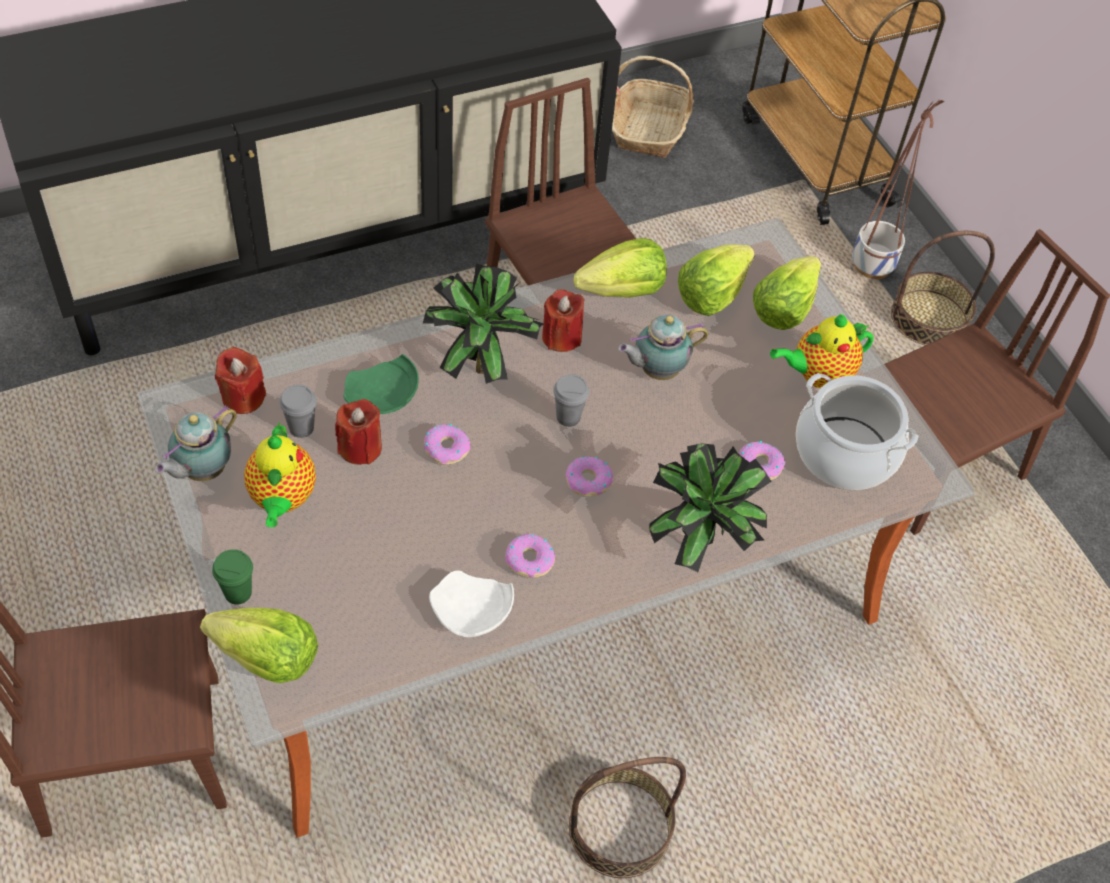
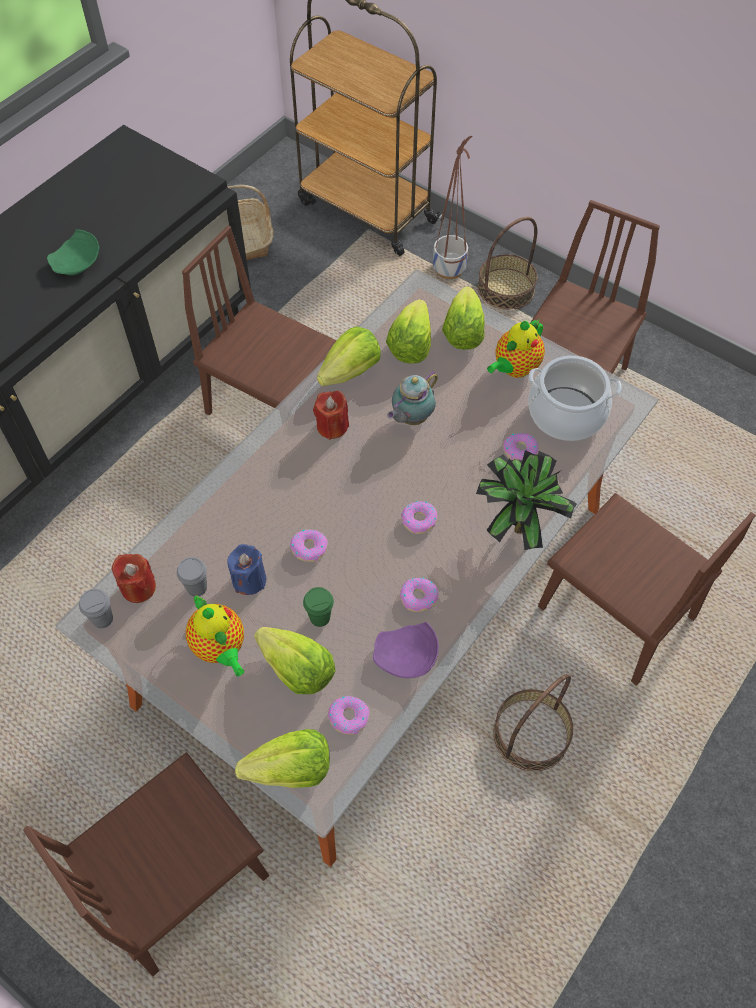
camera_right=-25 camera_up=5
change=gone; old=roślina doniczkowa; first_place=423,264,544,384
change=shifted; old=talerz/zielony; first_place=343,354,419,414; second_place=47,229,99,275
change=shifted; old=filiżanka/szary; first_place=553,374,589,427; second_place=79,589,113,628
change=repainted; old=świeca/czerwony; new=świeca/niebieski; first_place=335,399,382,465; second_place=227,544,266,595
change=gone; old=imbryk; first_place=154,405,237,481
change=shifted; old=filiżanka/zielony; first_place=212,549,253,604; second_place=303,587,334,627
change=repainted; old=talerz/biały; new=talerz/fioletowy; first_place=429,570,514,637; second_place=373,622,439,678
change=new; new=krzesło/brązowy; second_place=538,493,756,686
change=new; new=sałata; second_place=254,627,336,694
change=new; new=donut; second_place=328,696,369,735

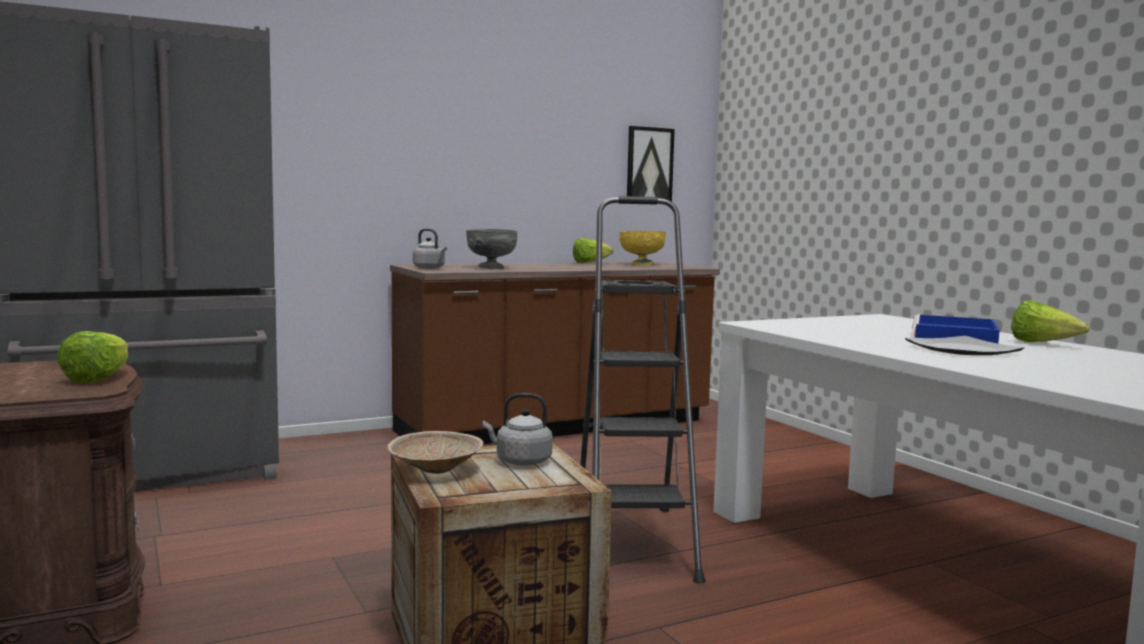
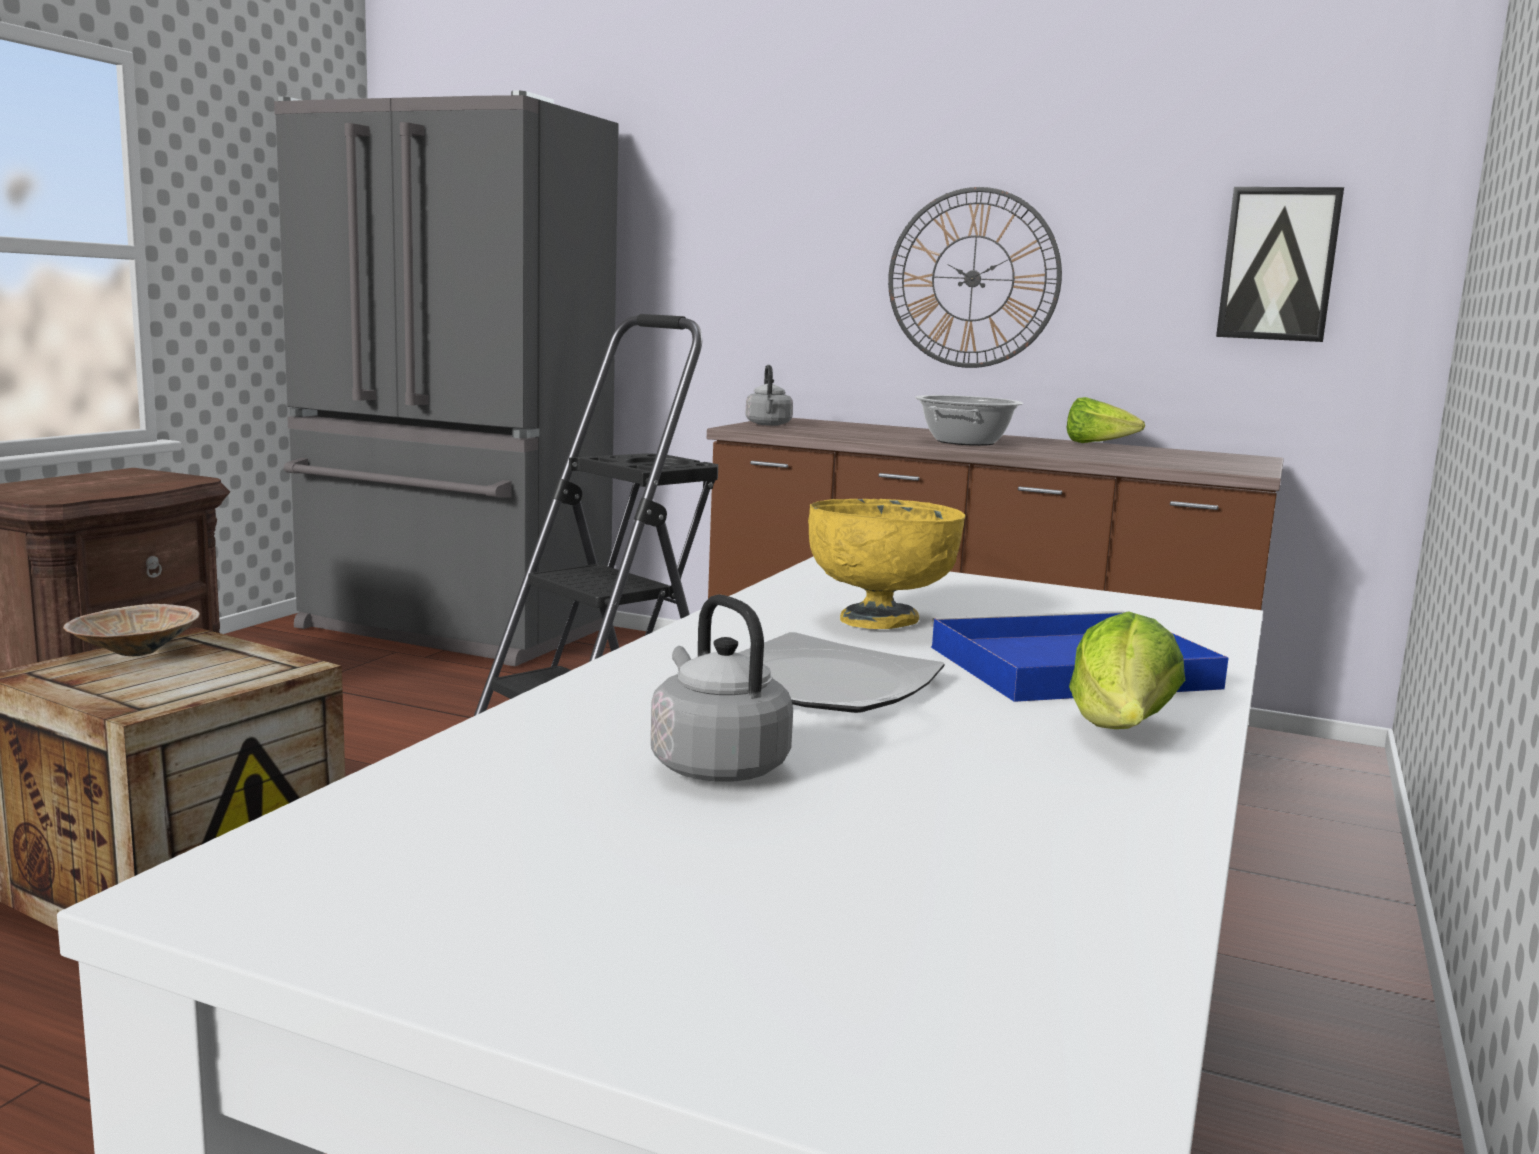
camera_right=50 camera_up=5
change=gone; old=miska/szary; first_place=466,229,517,269
change=shifted; old=miska/żółty; first_place=620,231,666,265; second_place=808,499,965,629
change=gone; old=sałata; first_place=57,331,128,383
change=shifted; old=czajnik/szary; first_place=483,393,553,466; second_place=651,594,793,782
change=new; new=zegar ścienny; second_place=888,187,1062,368
change=new; new=garnek; second_place=915,395,1023,446

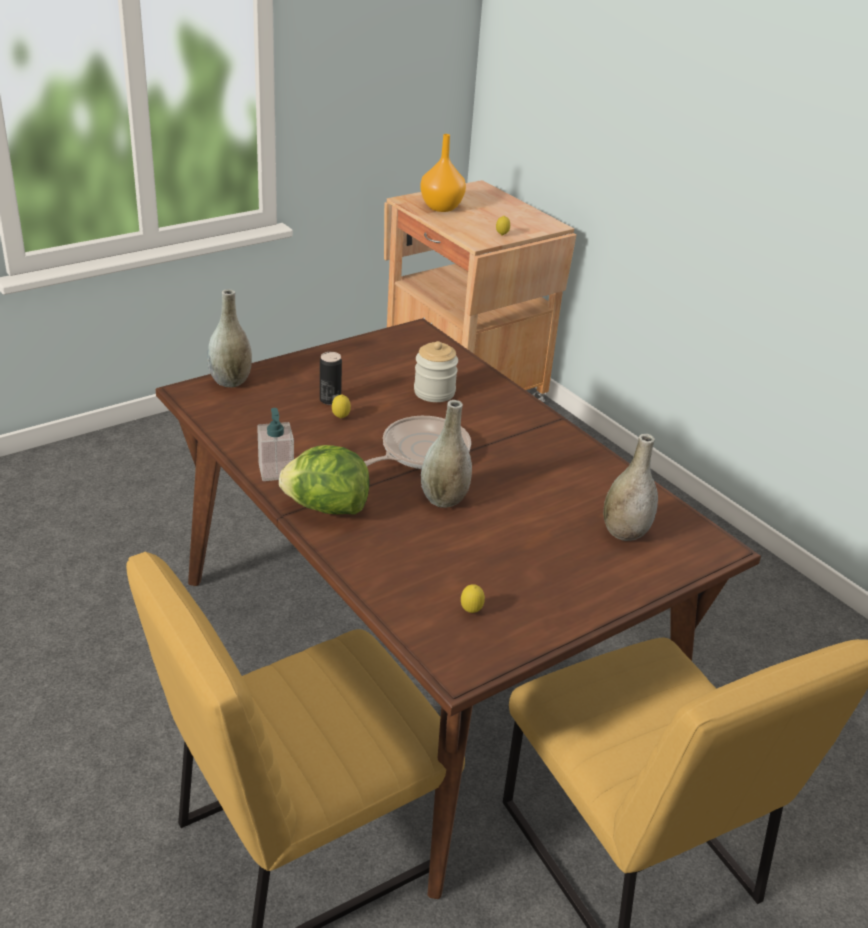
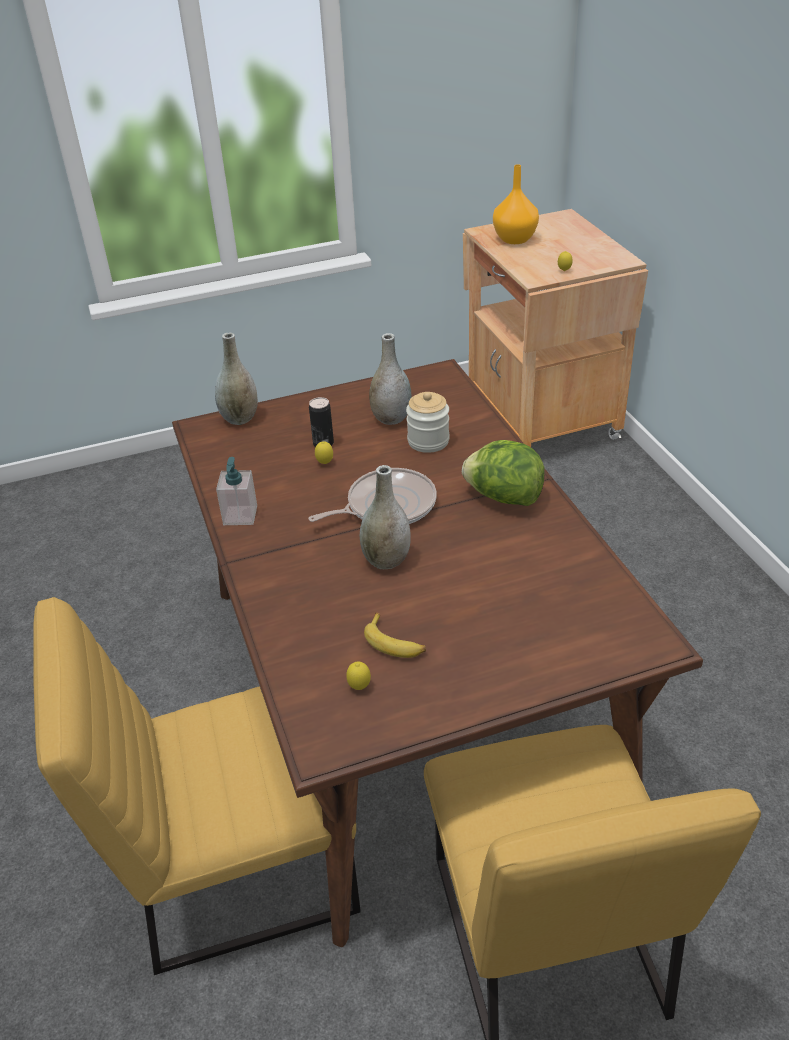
camera_right=20 camera_up=5
change=shifted; old=wazon/szary; first_place=603,434,658,541; second_place=369,333,412,425
change=shifted; old=sałata; first_place=279,445,369,515; second_place=462,440,544,506
change=new; new=banan; second_place=364,613,426,658

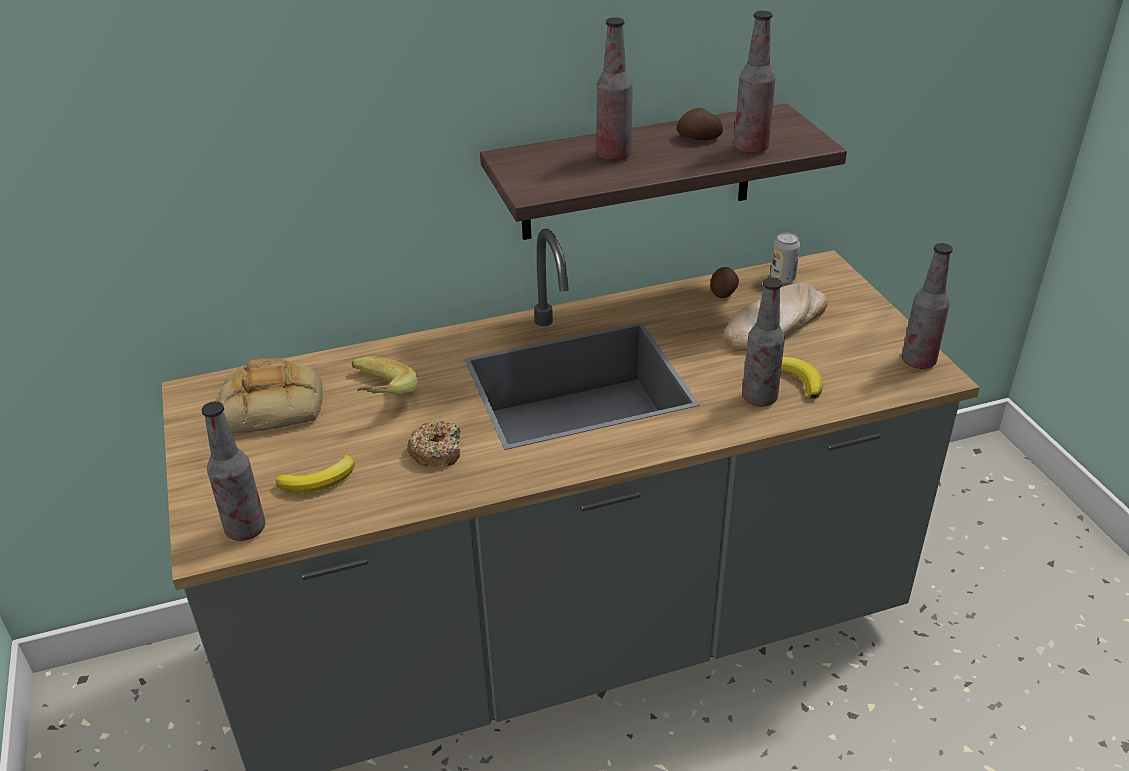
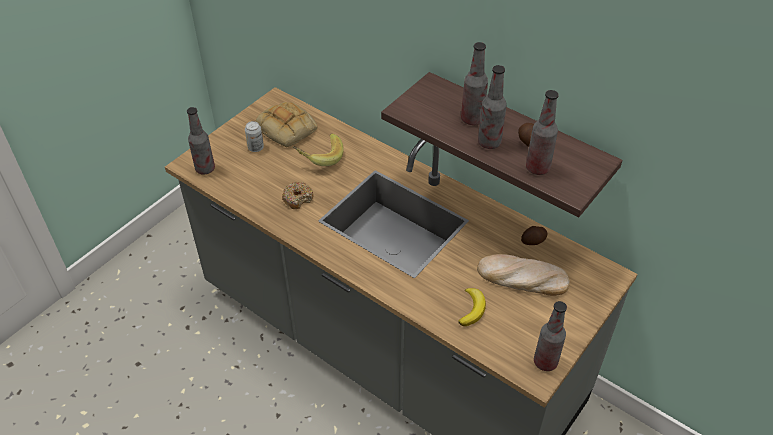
camera_right=55 camera_up=10
change=shifted; old=puszka; first_place=770,233,800,284; second_place=245,121,264,152
change=shifted; old=butelka; first_place=742,278,785,407; second_place=478,65,507,149
change=gone; old=banan; first_place=276,455,355,493

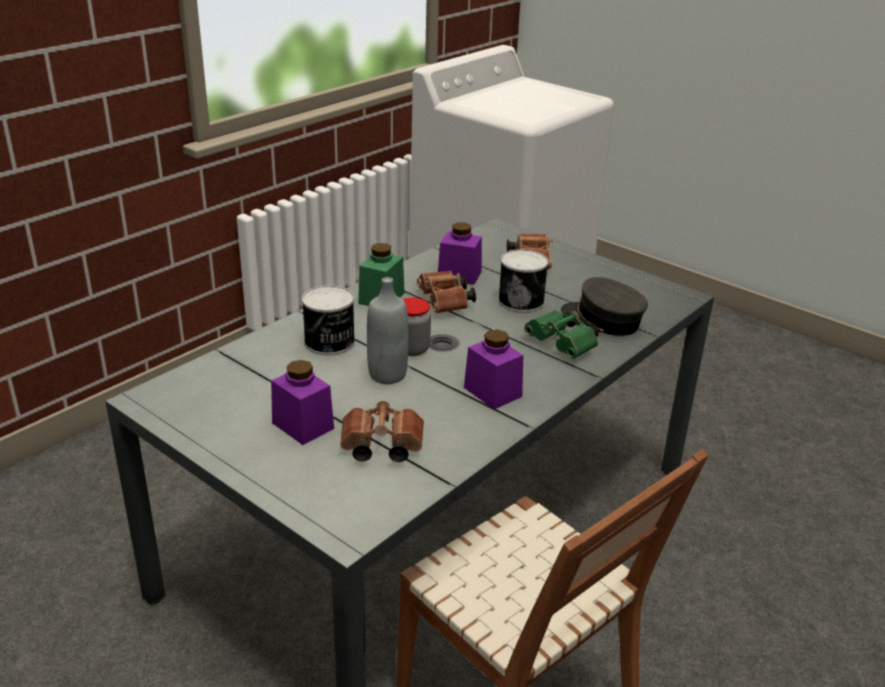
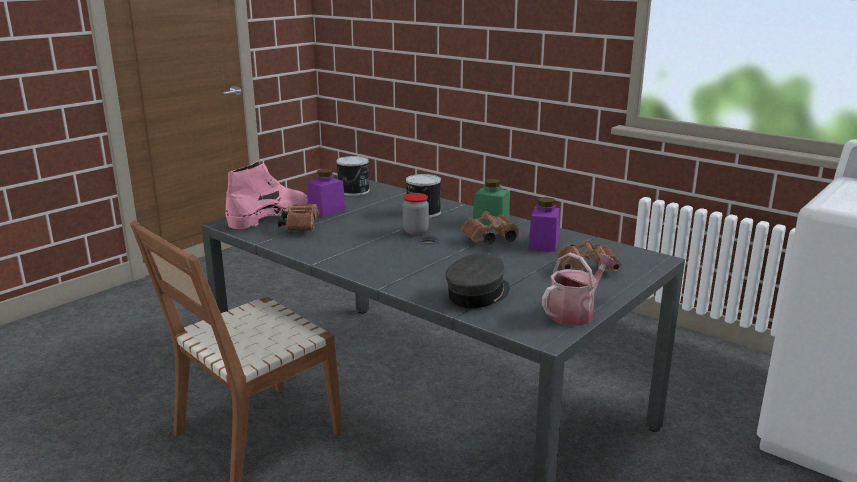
camera_right=90 camera_up=-10
change=shifted; old=puszka; first_place=498,249,548,313; second_place=337,156,370,196
change=gone; old=butelka/szary; first_place=367,277,408,384
change=gone; old=lornetka/zielony; first_place=524,310,598,359
change=gone; old=słoik/fioletowy; first_place=464,329,523,409
change=new; new=but z cholewką/różowy; second_place=226,161,308,229
change=new; new=konewka; second_place=542,253,616,326

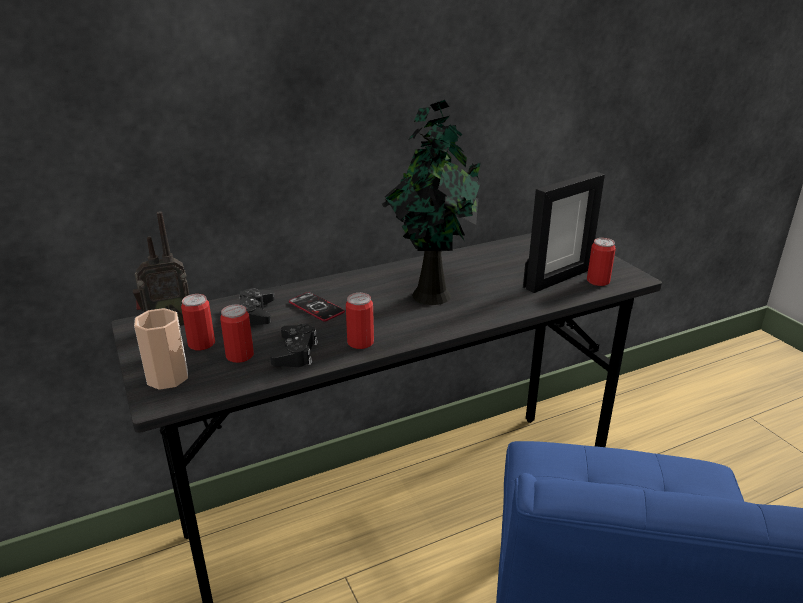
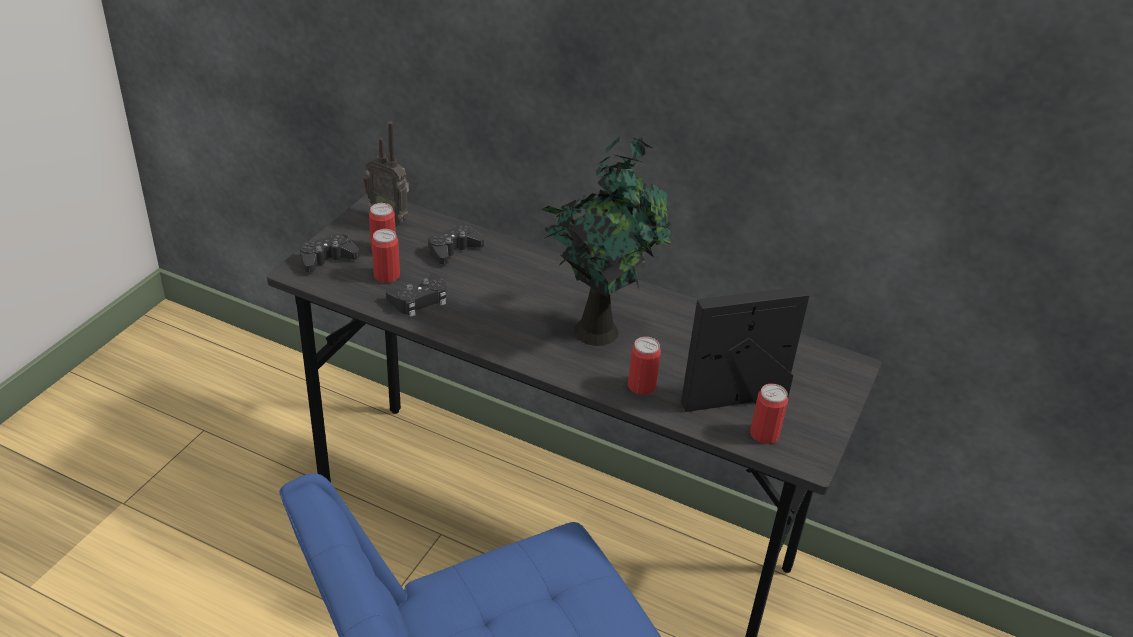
camera_right=50 camera_up=10
change=rotated; old=ramka na zdjęcie; first_place=523,172,605,293; second_place=681,286,810,412; degrees=150
change=gone; old=telefon; first_place=289,292,345,322
change=shifted; old=puszka; first_place=346,293,374,349; second_place=628,337,661,395
change=swapped; old=filiżanka; new=pad do gier/czarny; first_place=134,308,188,390; second_place=300,233,359,273

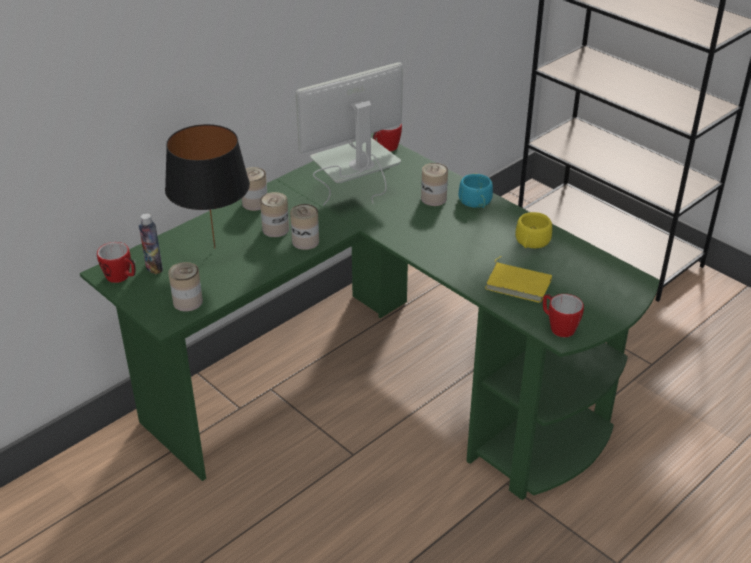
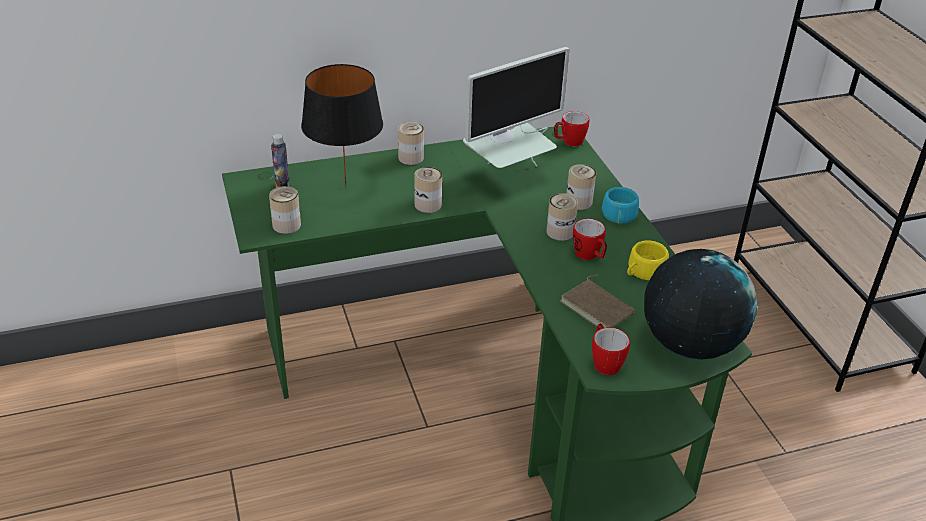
camera_right=25 camera_up=0
change=rotated; old=monitor; first_place=296,62,403,206; second_place=463,47,569,168; degrees=150
change=shifted; old=puszka; first_place=260,192,289,237; second_place=546,193,578,241
change=shifted; old=kubek; first_place=97,242,136,283; second_place=573,219,607,260
change=repainted; old=książka/żółty; new=książka/brązowy; first_place=485,256,552,303; second_place=560,275,635,328
change=new; new=globus; second_place=644,249,757,360

